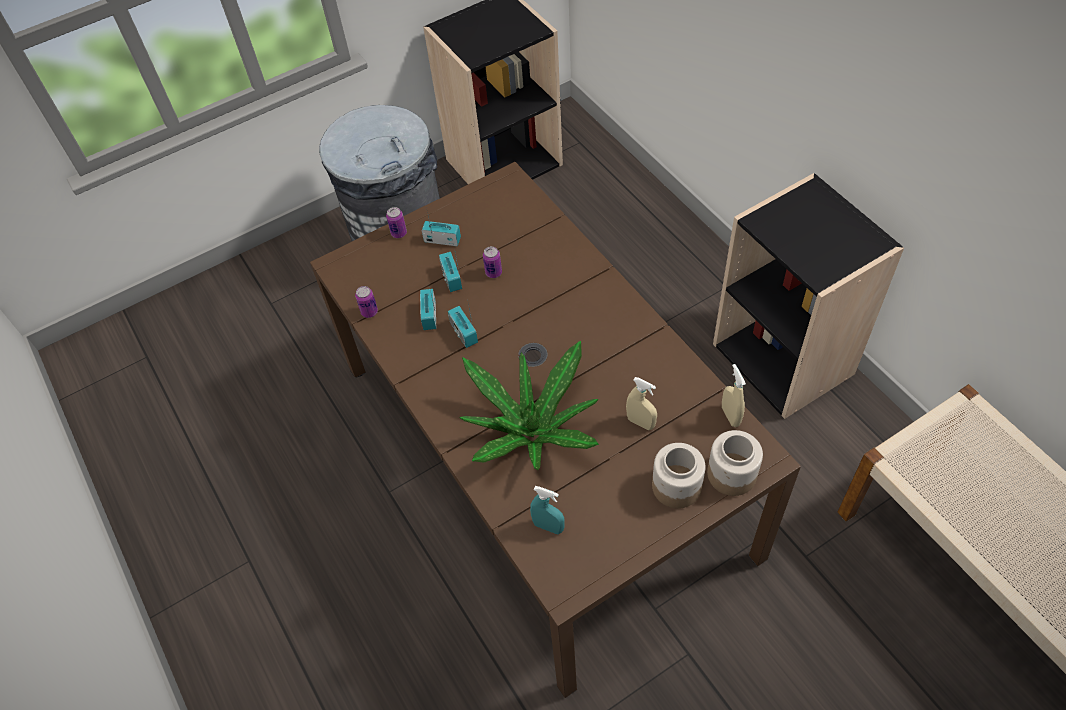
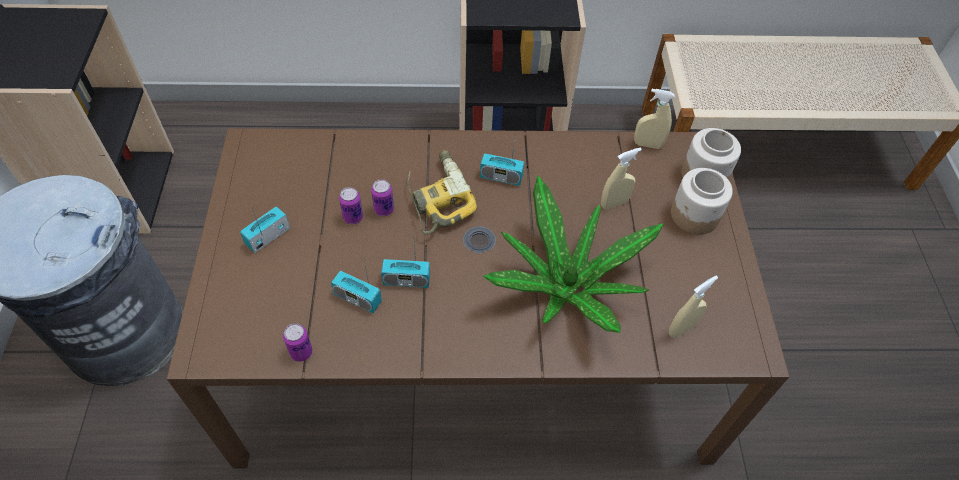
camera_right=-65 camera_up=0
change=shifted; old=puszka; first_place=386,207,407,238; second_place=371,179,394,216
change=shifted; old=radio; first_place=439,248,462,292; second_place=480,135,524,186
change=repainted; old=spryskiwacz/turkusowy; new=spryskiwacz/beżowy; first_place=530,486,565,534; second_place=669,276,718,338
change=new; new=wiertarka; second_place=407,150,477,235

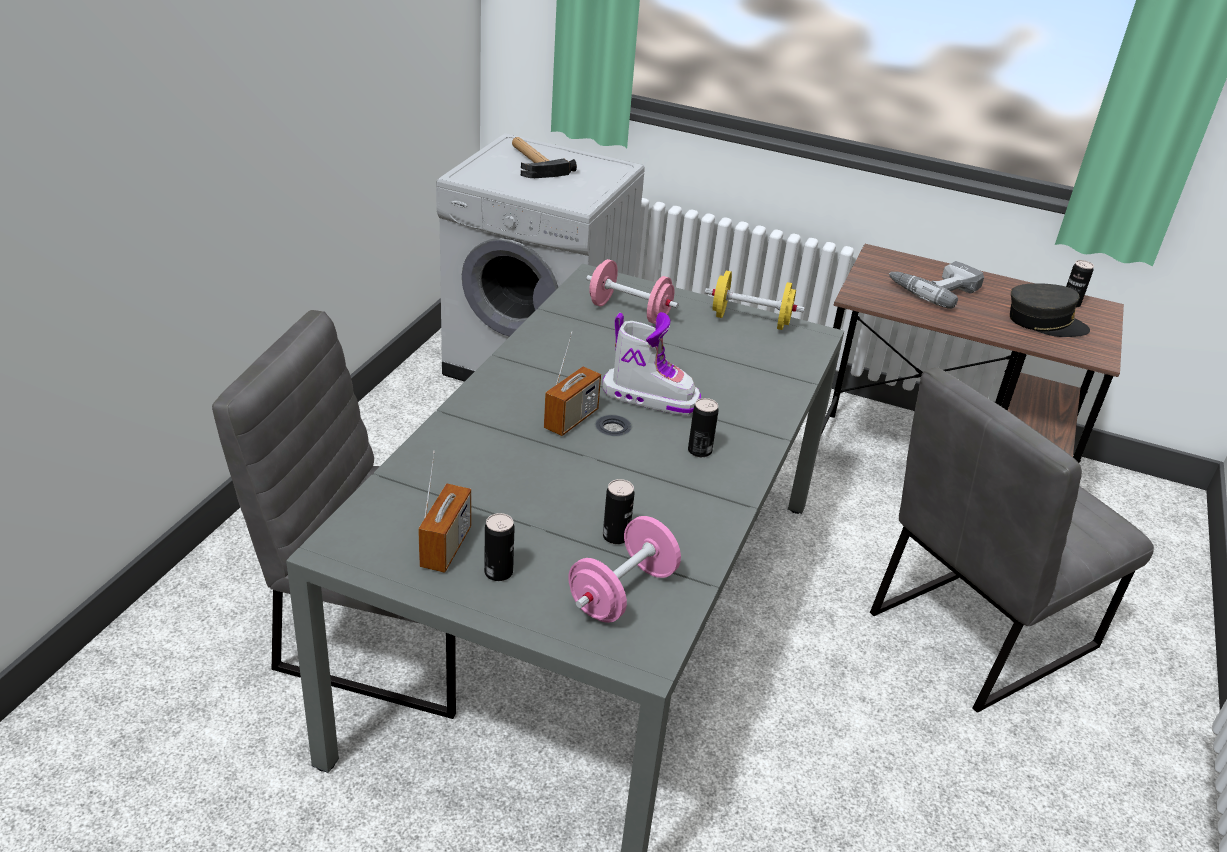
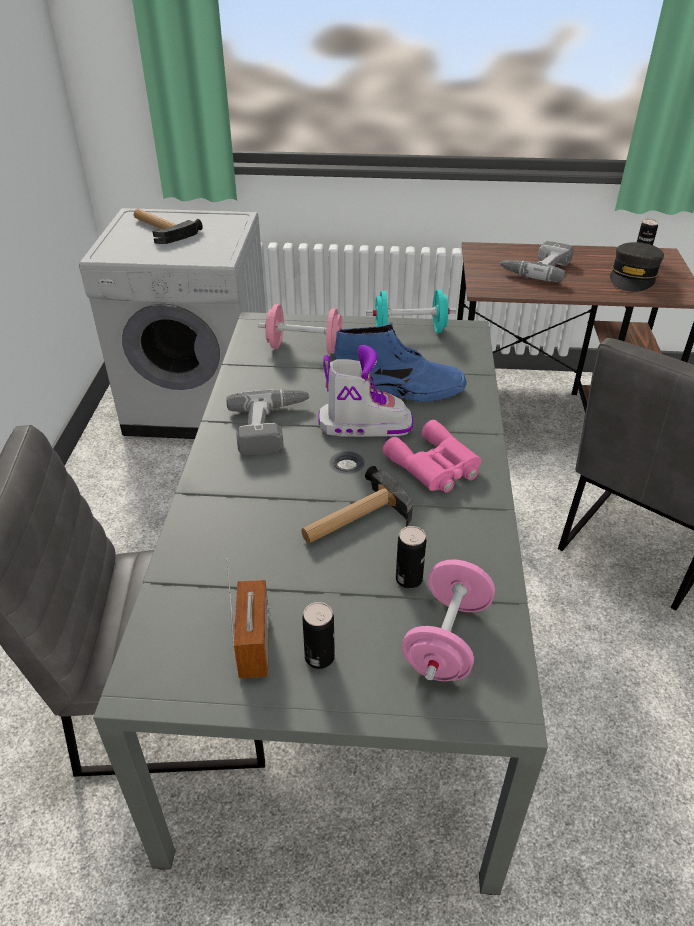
camera_right=-15 camera_up=5
change=repainted; old=hantel/żółty; new=hantel/turkusowy; first_place=705,271,805,330; second_place=366,290,456,333
change=rotated; old=czapka z daszkiem/szary; first_place=1010,283,1090,337; second_place=610,242,664,292; degrees=120
change=gone; old=radio; first_place=544,331,601,436
change=swapped; old=puszka; new=lornetka/różowy; first_place=688,398,719,457; second_place=383,420,481,493
change=new; new=but z cholewką/niebieski; second_place=334,323,467,402
change=new; new=wiertarka; second_place=226,389,311,455
change=new; new=młotek; second_place=301,466,413,544

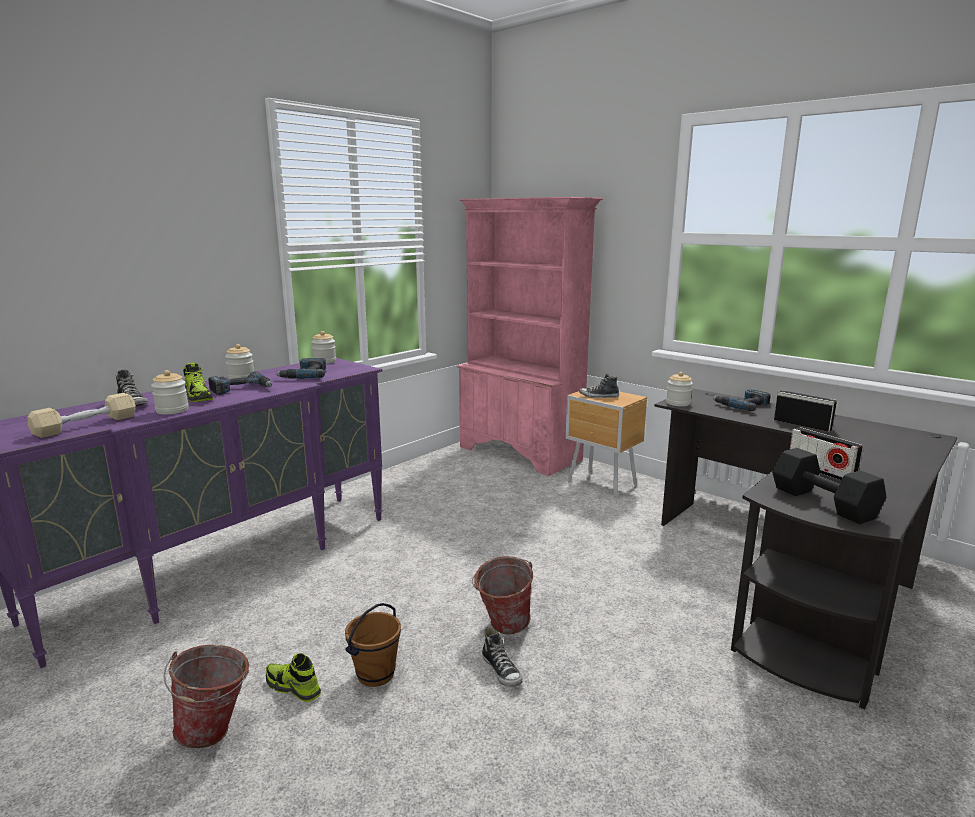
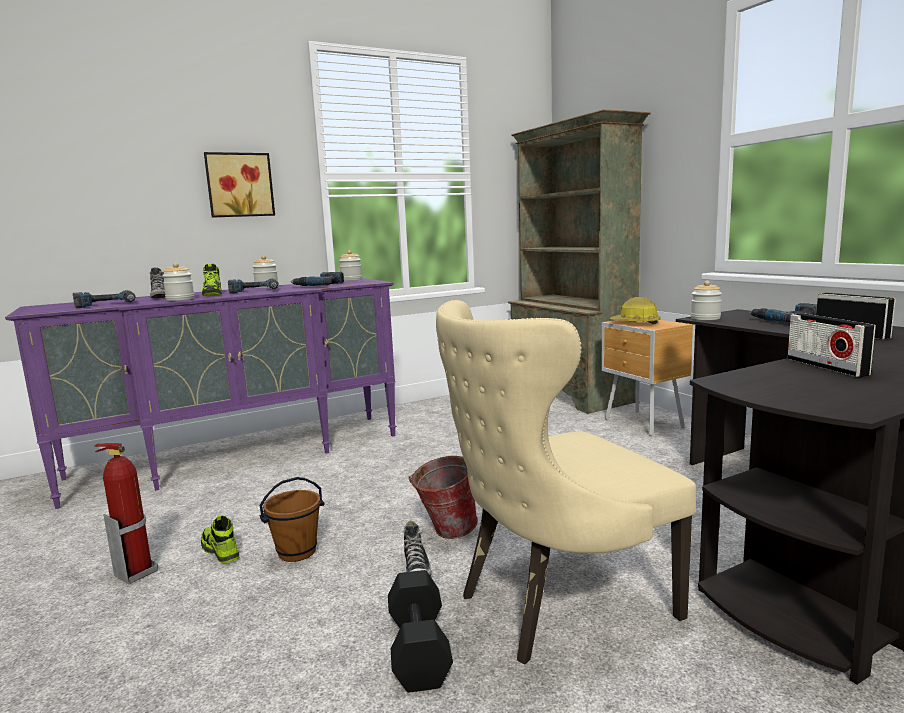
camera_right=20 camera_up=-5
change=repainted; old=regał/różowy; new=regał/zielony; first_place=456,197,603,476; second_place=508,109,651,414
change=swapped; old=but; new=kask; first_place=579,373,619,398; second_place=610,297,661,325
change=swapped; old=hantel/beżowy; new=wiertarka; first_place=28,393,135,438; second_place=73,290,135,308
change=shifted; old=hantel/czarny; first_place=772,448,886,524; second_place=388,570,453,692
change=swapped; old=wiadro; new=gaśnica; first_place=164,645,249,748; second_place=94,443,158,584
change=new; new=obraz; second_place=204,152,275,218
change=new; new=krzesło/beżowy; second_place=436,300,696,665

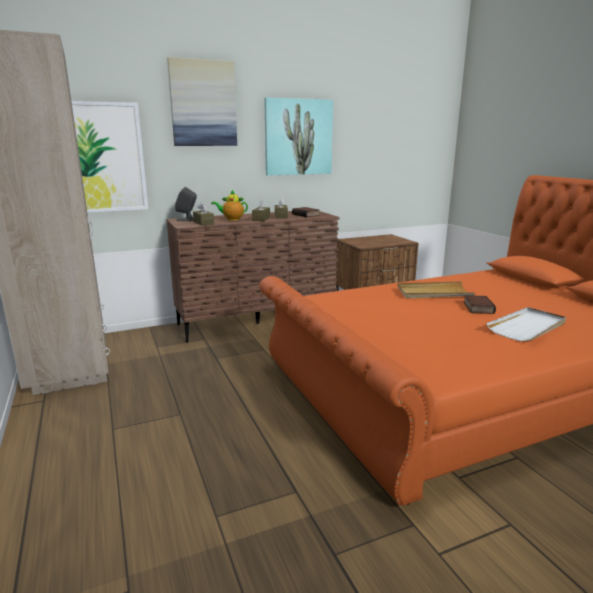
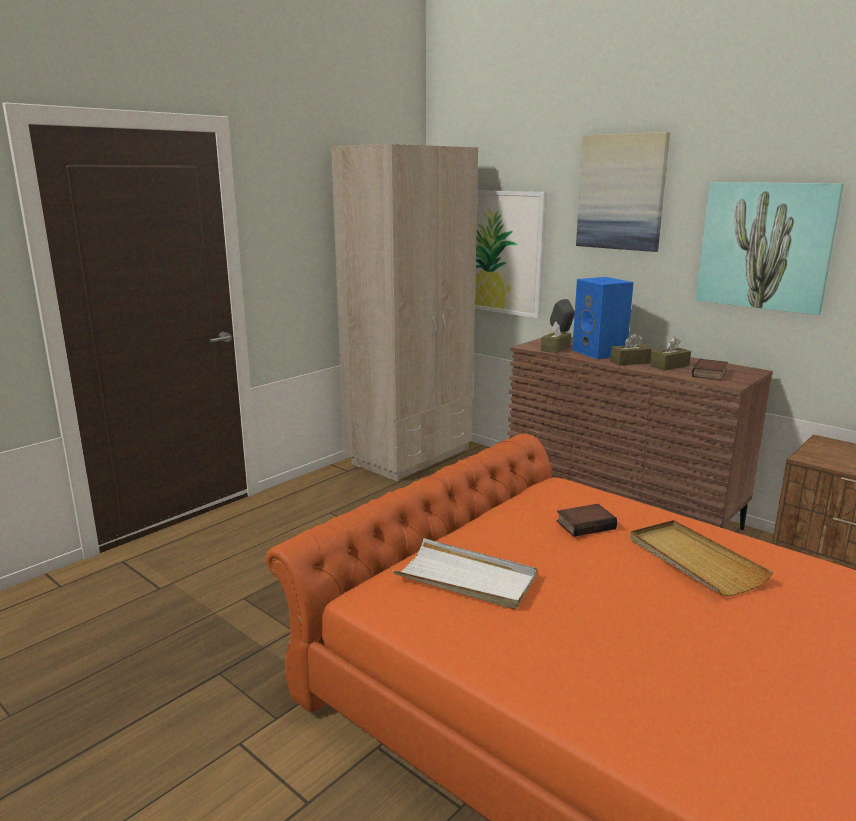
camera_right=65 camera_up=0
change=swapped; old=imbryk; new=głośnik/niebieski; first_place=211,190,248,221; second_place=572,277,634,359
change=shifted; old=książka; first_place=463,295,496,314; second_place=556,504,617,537
change=shifted; old=taca/biały; first_place=486,307,566,342; second_place=393,538,537,609

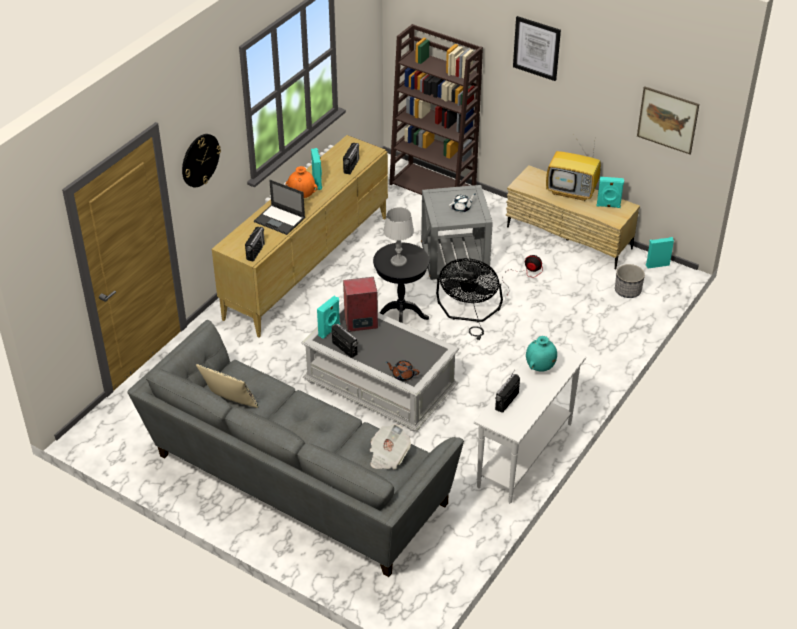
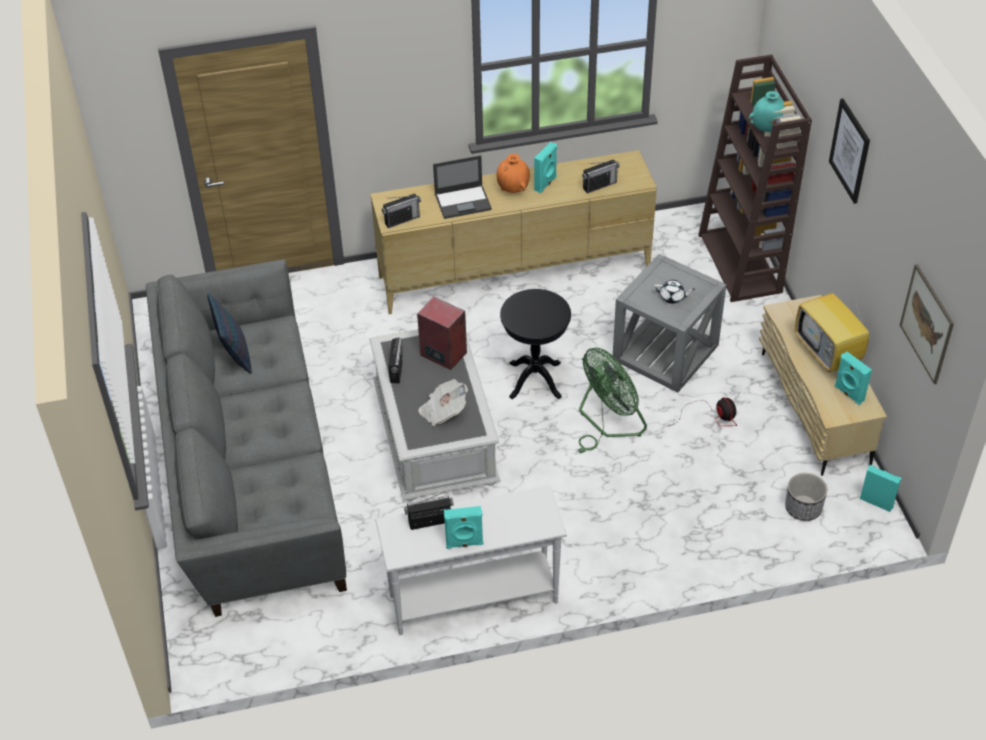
camera_right=45 camera_up=5
change=gone; old=zegar ścienny; first_place=182,134,221,187
change=rotated; old=laptop; first_place=254,180,305,235; second_place=433,155,492,219; degrees=-90
change=gone; old=lampa stołowa/szary; first_place=383,207,414,267
change=repainted; old=wentylator/czarny; new=wentylator/zielony; first_place=436,258,503,340; second_place=579,348,647,453
change=shifted; old=głośnik/turkusowy; first_place=317,296,340,339; second_place=444,506,483,549
change=shifted; old=wazon/turkusowy; first_place=526,336,557,372; second_place=749,91,785,132
change=gone; old=imbryk/brązowy; first_place=386,360,419,381
change=repainted; old=poduszka/beżowy; new=poduszka/niebieski; first_place=196,364,259,408; second_place=207,293,252,373
change=shifted; old=gazeta; first_place=369,424,411,470; second_place=418,379,468,426

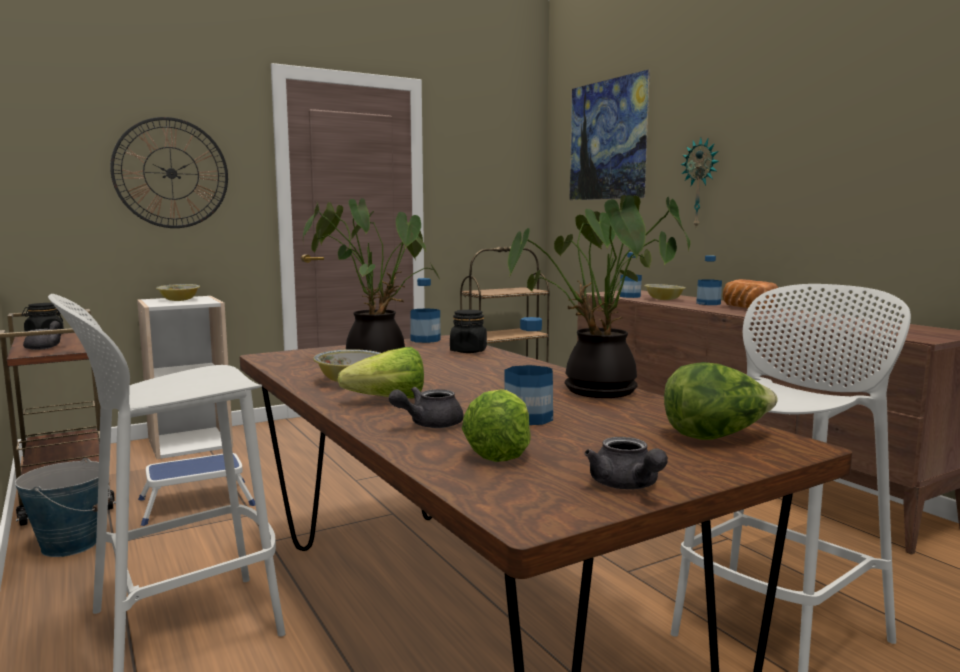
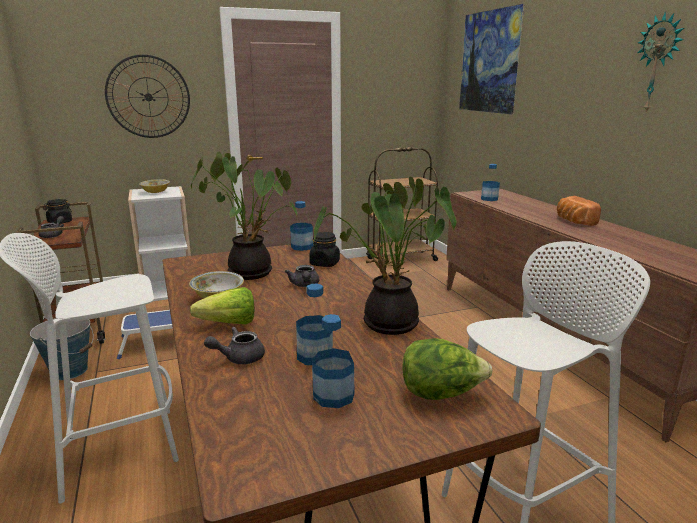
camera_right=10 camera_up=10
change=shifted; old=zegar ścienny; first_place=681,138,719,227; second_place=637,12,684,113
change=shifted; old=butelka; first_place=696,255,722,305; second_place=312,314,355,408
change=gone; old=miska; first_place=644,284,686,300
change=gone; old=sałata; first_place=462,389,531,462
change=shifted; old=imbryk/szary; first_place=585,437,668,489; second_place=285,265,319,287

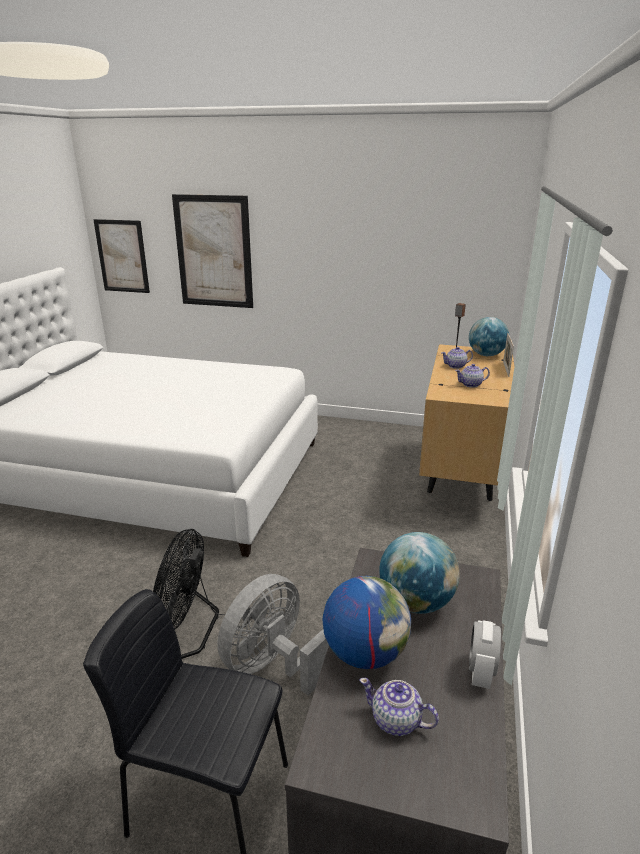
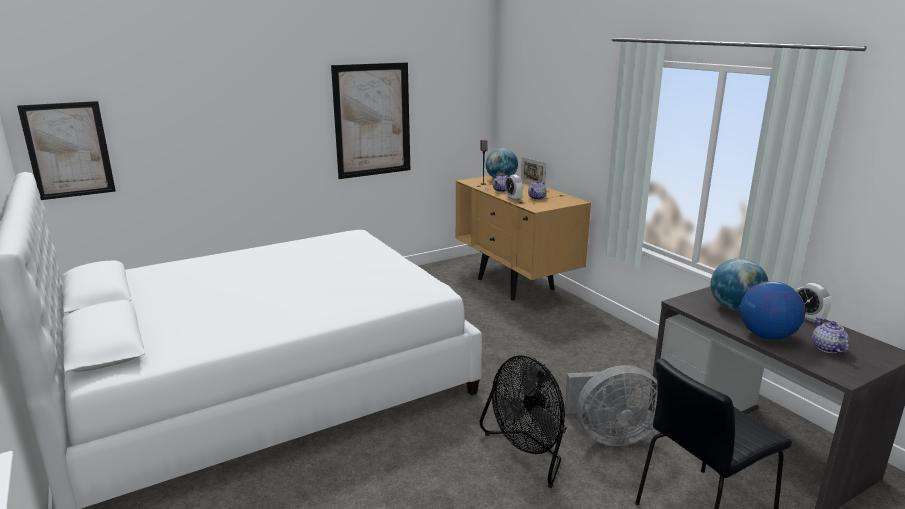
camera_right=-45 camera_up=-5
change=shifted; old=obraz; first_place=172,194,253,308; second_place=331,62,410,179
change=rotated; old=wentylator/szary; first_place=217,574,329,695; second_place=565,365,658,446; degrees=-90
change=rotated; old=imbryk; first_place=359,678,439,736; second_place=812,317,849,353; degrees=105
change=new; new=budzik; second_place=505,175,523,201

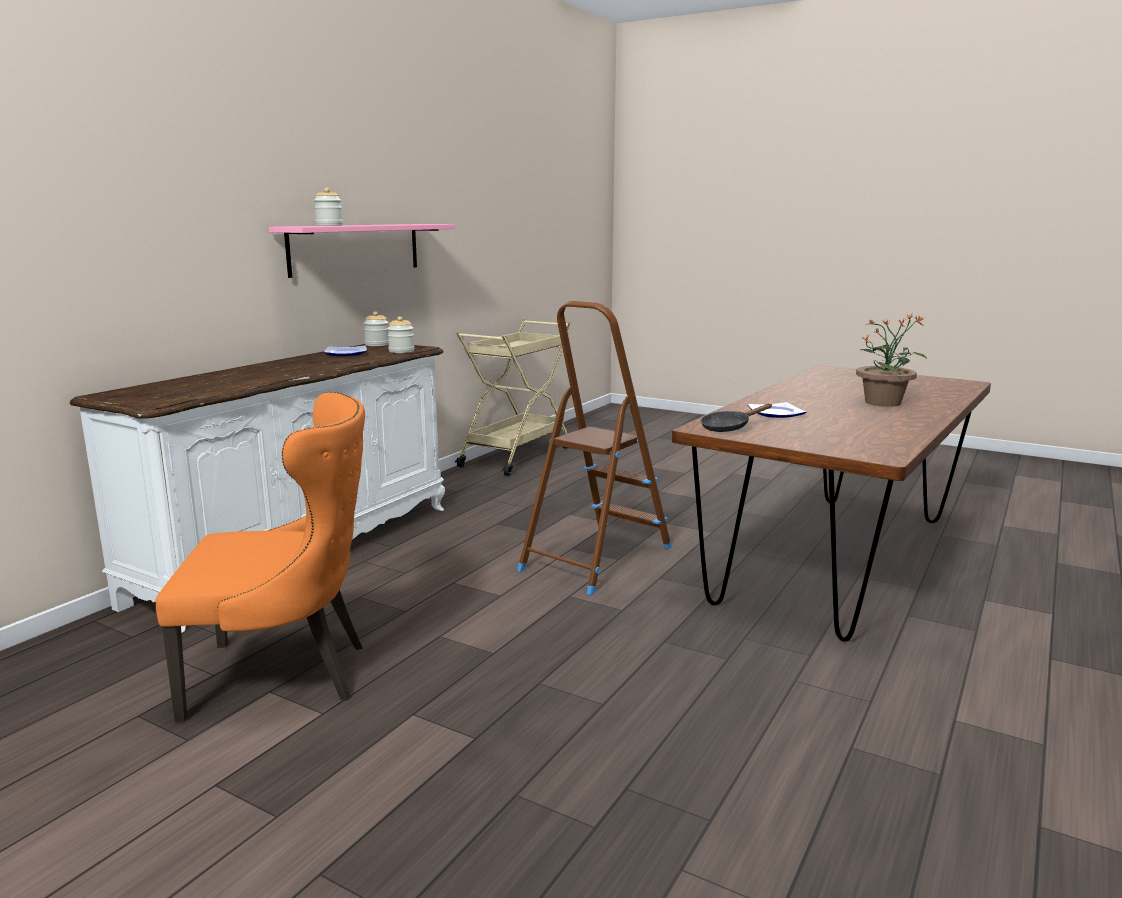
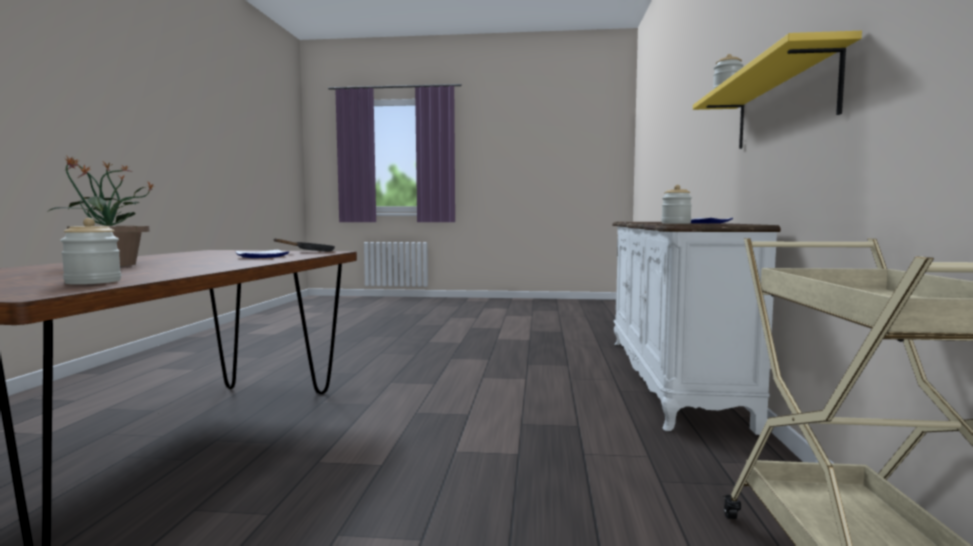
camera_right=155 camera_up=-10
change=repainted; old=półka/różowy; new=półka/żółty; first_place=269,224,455,278; second_place=693,31,862,149
change=gone; old=drabinka/brązowy; first_place=517,301,672,595
change=shifted; old=słoik; first_place=364,311,389,346; second_place=60,218,121,285
change=gone; old=krzesło/pomarańczowy; first_place=156,392,365,723

